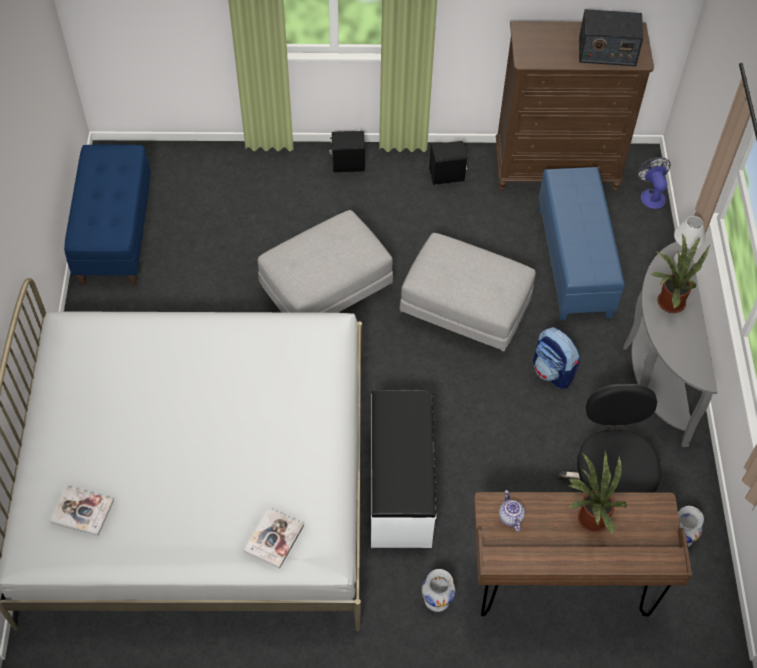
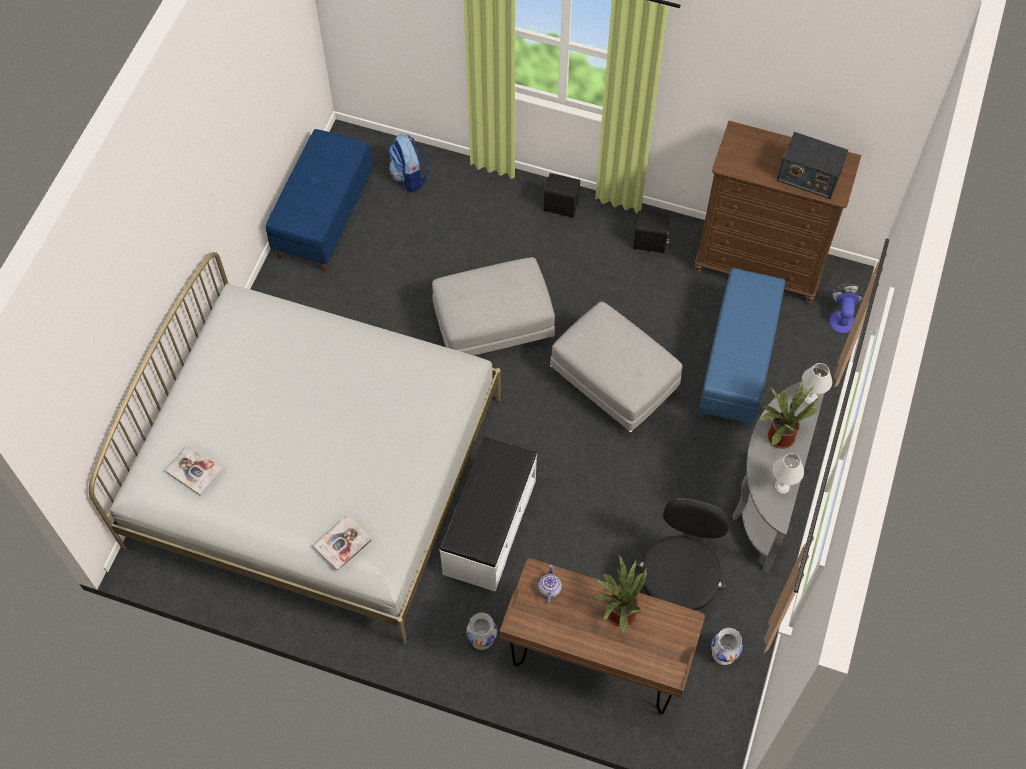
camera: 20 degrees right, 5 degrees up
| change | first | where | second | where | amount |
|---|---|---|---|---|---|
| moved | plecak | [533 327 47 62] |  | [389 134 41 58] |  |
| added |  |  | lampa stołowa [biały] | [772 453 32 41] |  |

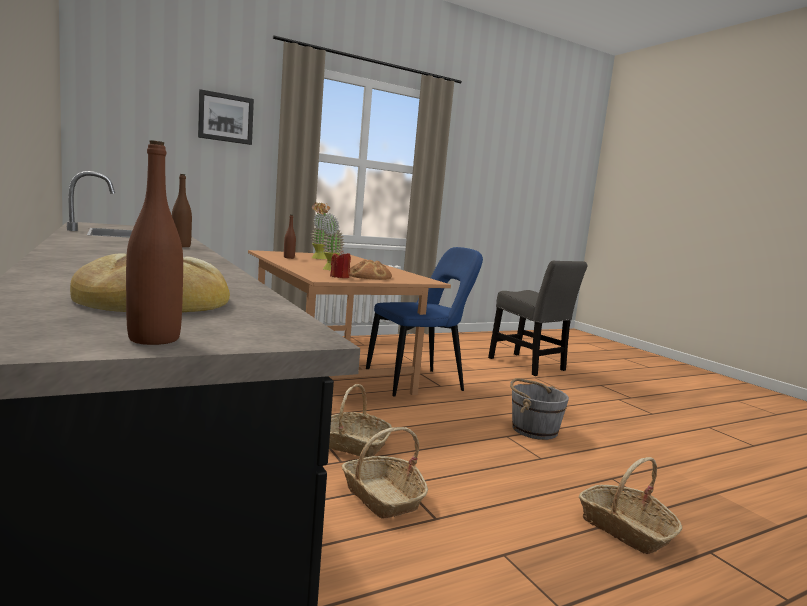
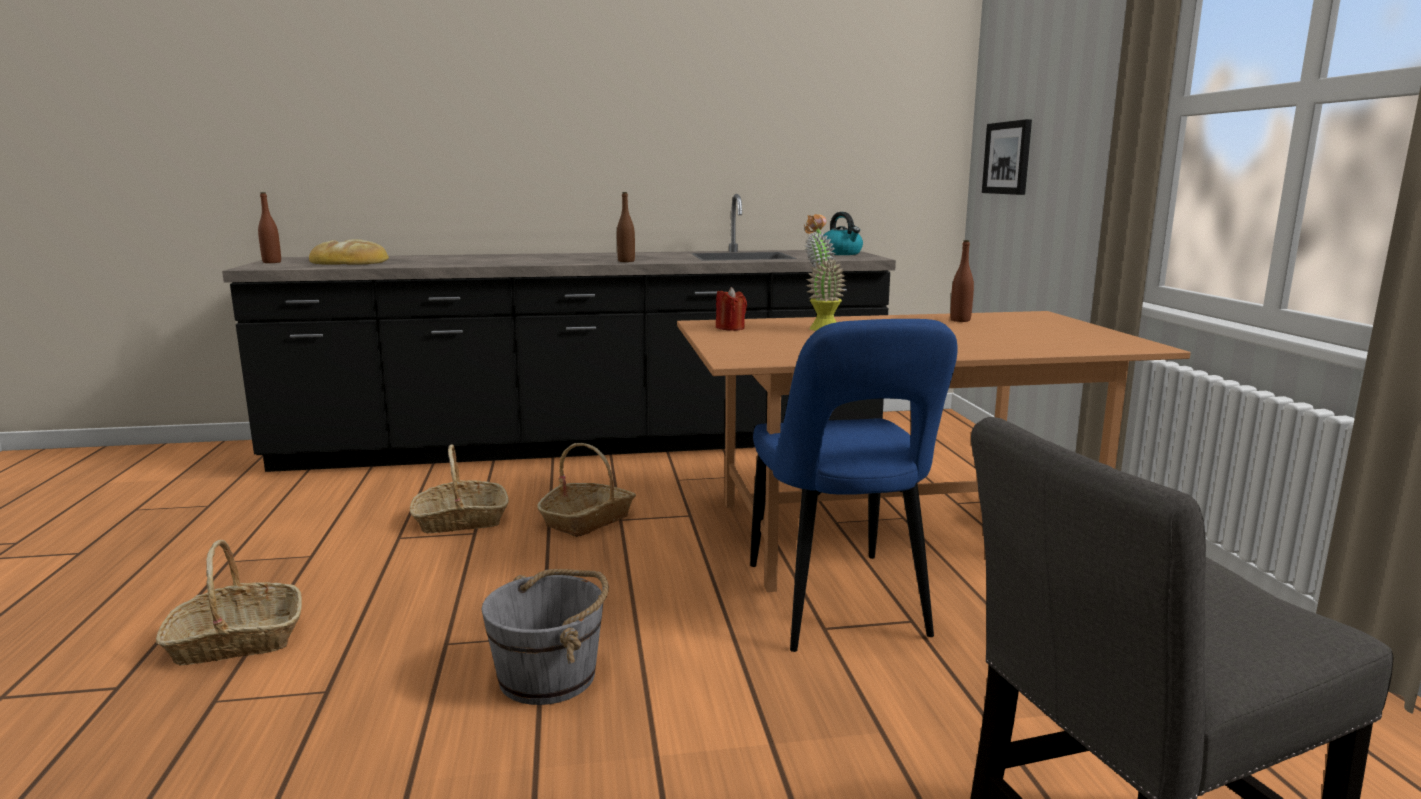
camera: 110 degrees right, 5 degrees up
| change | first | where | second | where | amount |
|---|---|---|---|---|---|
| moved | obraz | [198 89 56 56] |  | [982 119 50 76] |  |
| removed | roślina doniczkowa | [311 202 17 57] |  |  |  |
| removed | chleb | [349 260 43 20] |  |  |  |
| added |  |  | czajnik | [823 212 40 43] |  |

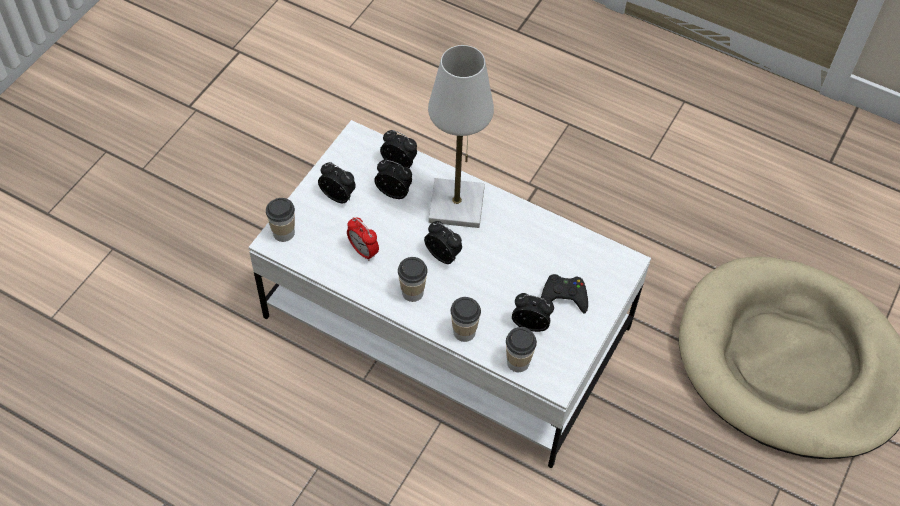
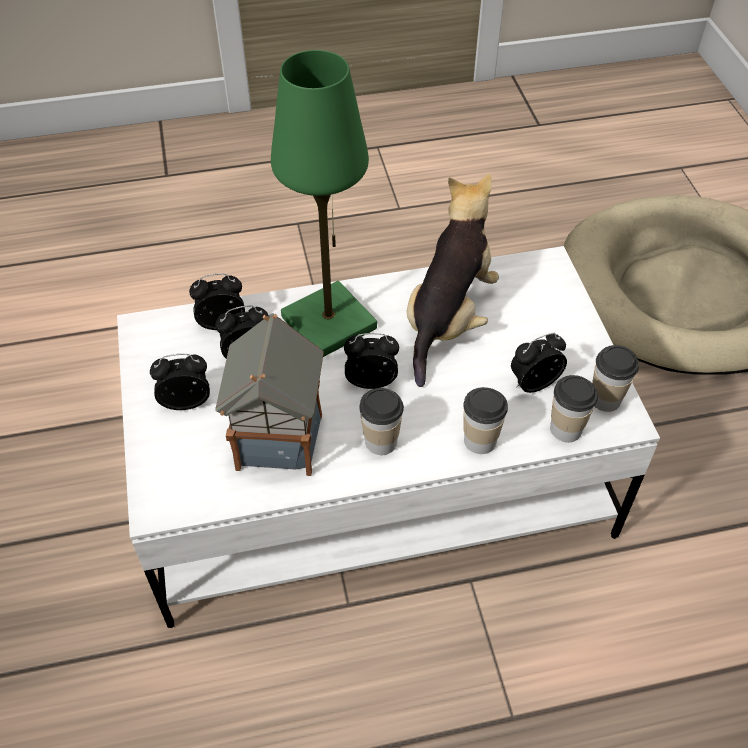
camera: 40 degrees left, 5 degrees down
| change | first | where | second | where | amount |
|---|---|---|---|---|---|
| moved | filiżanka | [266 198 29 44] |  | [592 345 47 67] |  |
| replaced | budzik | [347 218 32 43] | domek | [215 313 109 163] |  |
| recoloured | lampa stołowa [biały] | [428 45 66 183] | lampa stołowa [zielony] | [271 50 106 307] |  |
| removed | pad do gier [czarny] | [541 274 47 40] |  |  |  |
| added |  |  | pluszak | [407 174 92 213] |  |

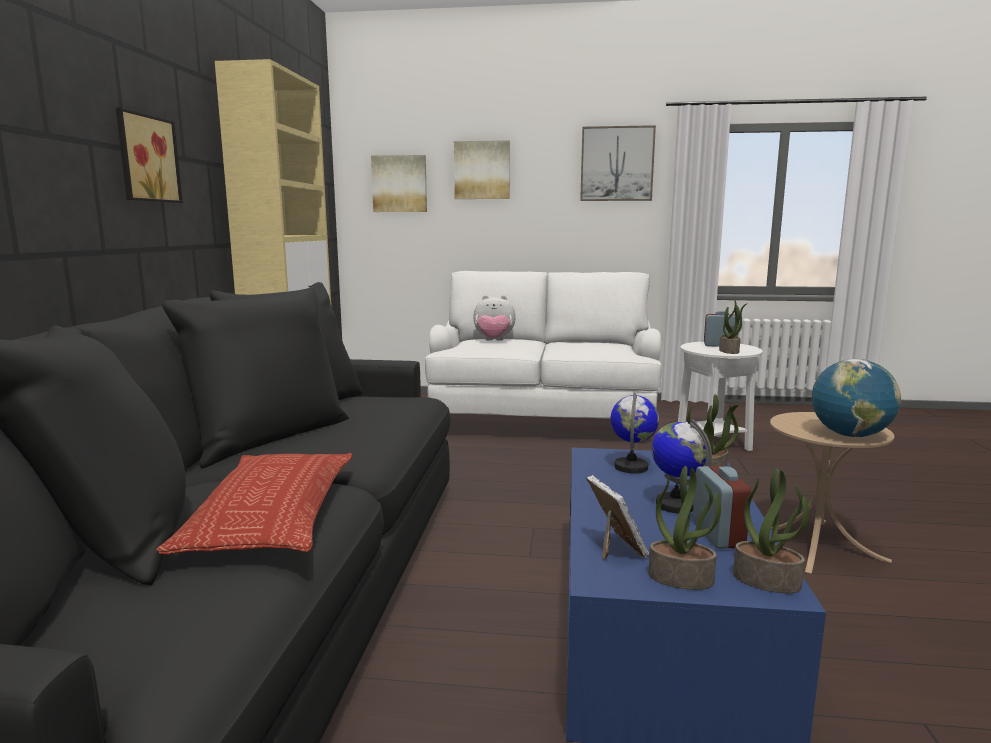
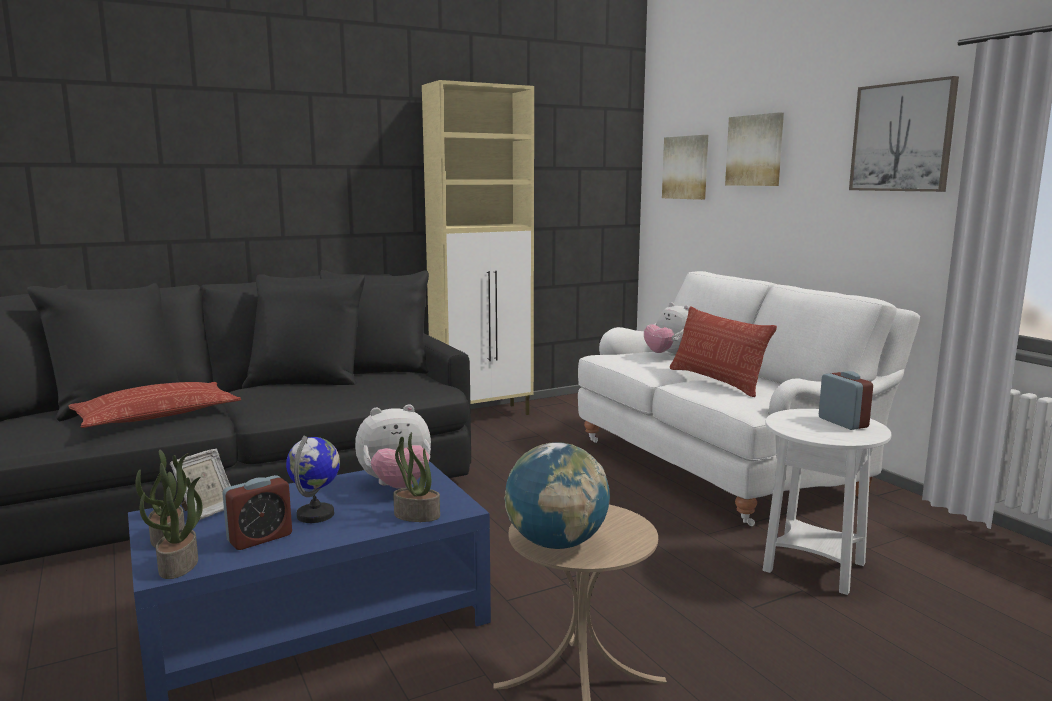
camera: 55 degrees right, 0 degrees up
| change | first | where | second | where | amount |
|---|---|---|---|---|---|
| removed | obraz | [116 107 67 96] |  |  |  |
| replaced | globus | [611 393 48 81] | pluszak | [355 404 76 85] |  |
| removed | roślina doniczkowa | [719 299 28 55] |  |  |  |
| added |  |  | poduszka | [670 306 107 91] |  |

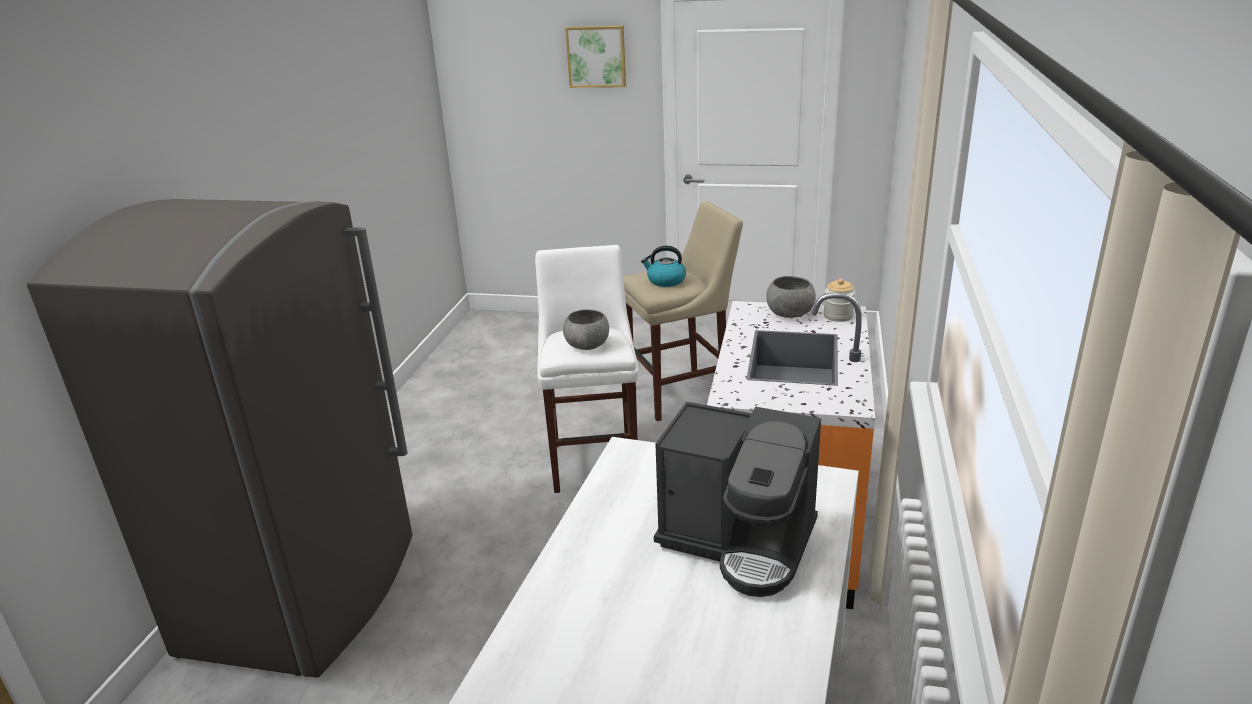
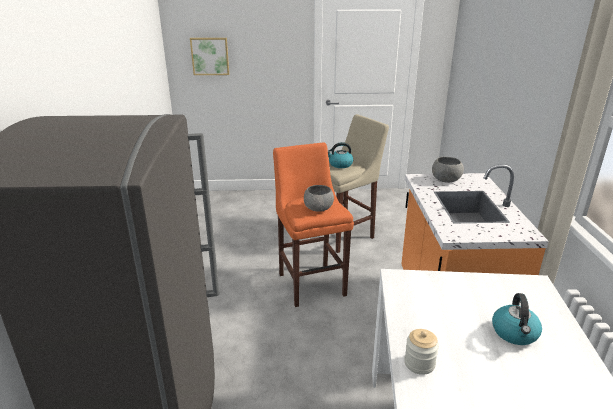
camera: 15 degrees left, 0 degrees up
| change | first | where | second | where | amount |
|---|---|---|---|---|---|
| recoloured | stołek [biały] | [535 245 104 248] | stołek [pomarańczowy] | [273 142 81 165] |  |
| moved | obraz | [565 26 61 62] |  | [190 38 39 37] |  |
| replaced | ekspres do kawy | [654 402 167 195] | czajnik | [492 293 50 52] |  |
| moved | słoik | [824 279 32 43] |  | [404 329 35 46] |  |

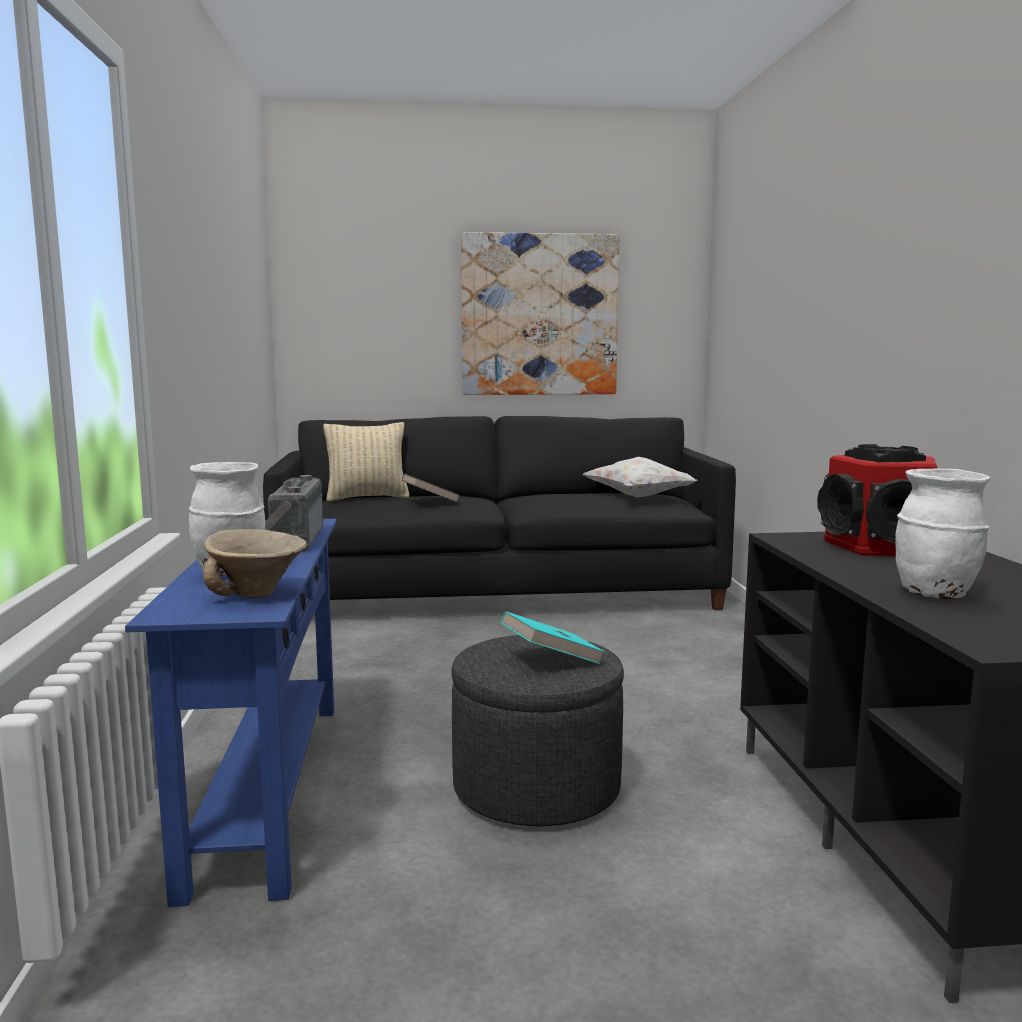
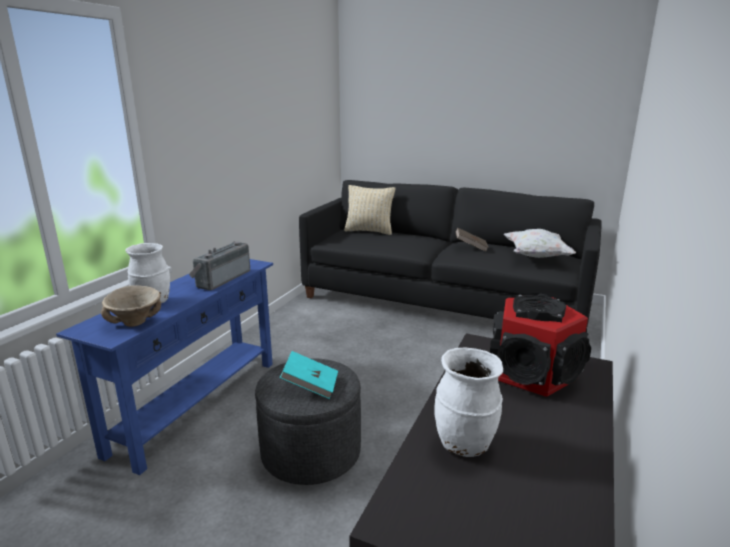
camera: 30 degrees right, 10 degrees up
| change | first | where | second | where | amount |
|---|---|---|---|---|---|
| moved | książka [brązowy] | [402 473 58 29] |  | [456 228 33 24] |  |
| removed | obraz | [461 232 159 163] |  |  |  |

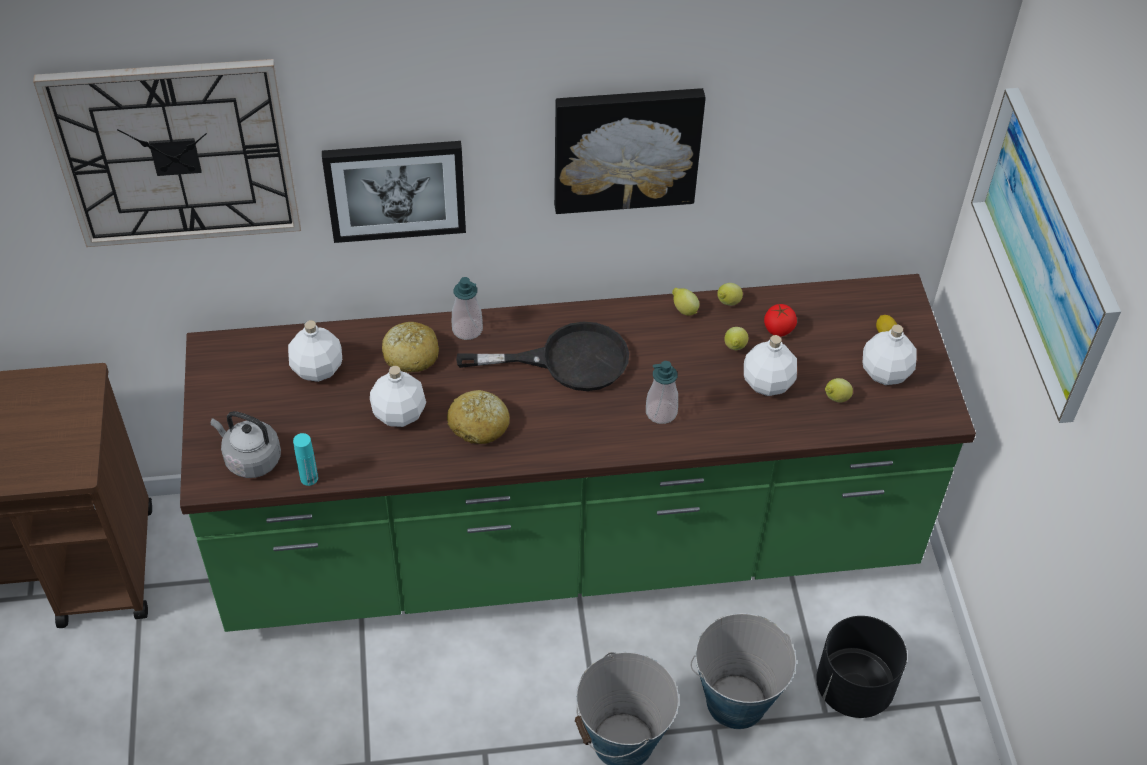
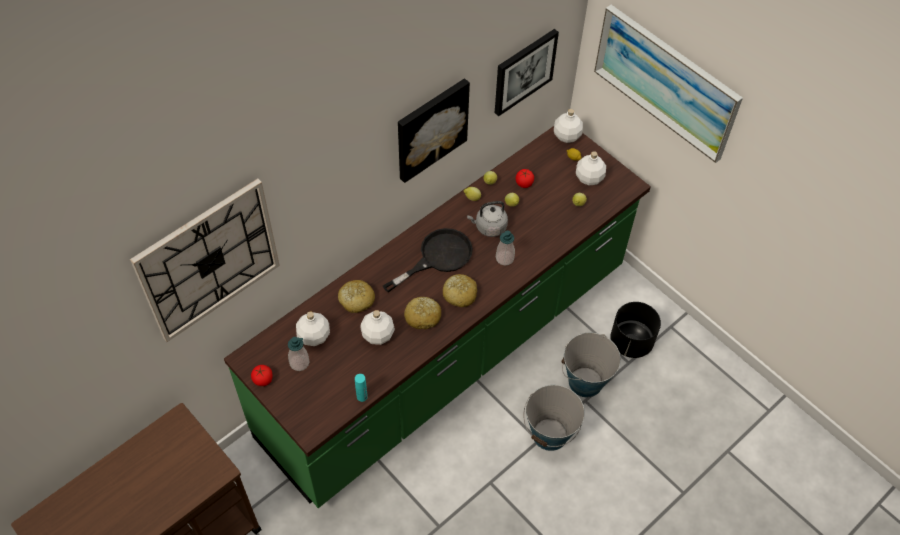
camera: 35 degrees left, 5 degrees up
| change | first | where | second | where | amount |
|---|---|---|---|---|---|
| moved | czajnik [szary] | [211 411 70 67] |  | [467 201 41 36] |  |
| moved | obraz | [322 141 144 102] |  | [495 29 64 87] |  |
| moved | dozownik mydła | [452 277 31 63] |  | [288 337 22 34] |  |
| moved | butelka [biały] | [744 335 53 61] |  | [554 109 29 34] |  |
| added |  |  | pomidor | [251 365 22 21] |  |
| added |  |  | chleb | [443 274 34 33] |  |

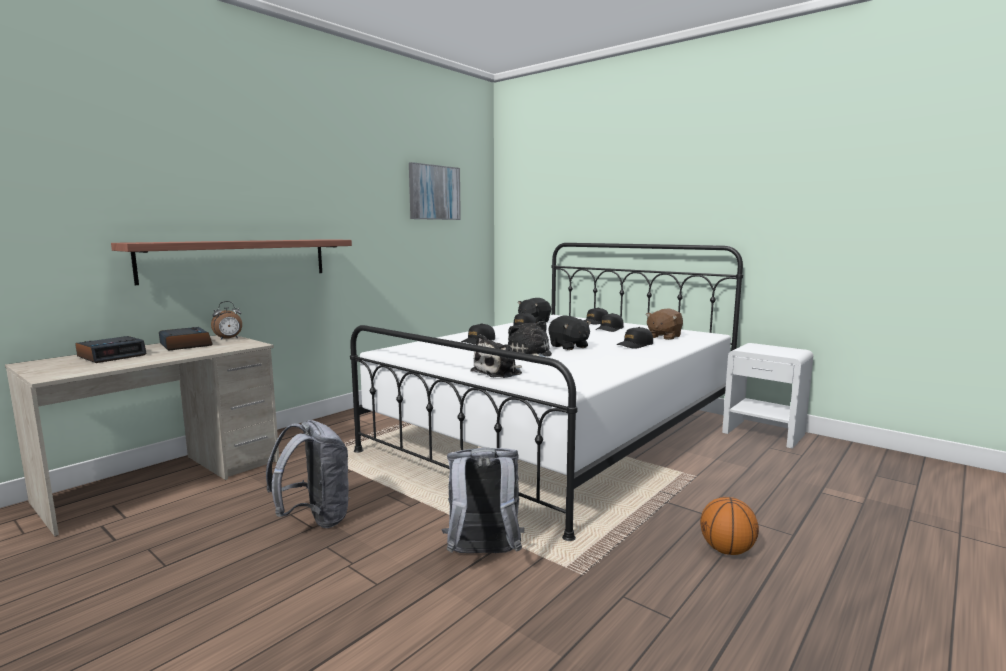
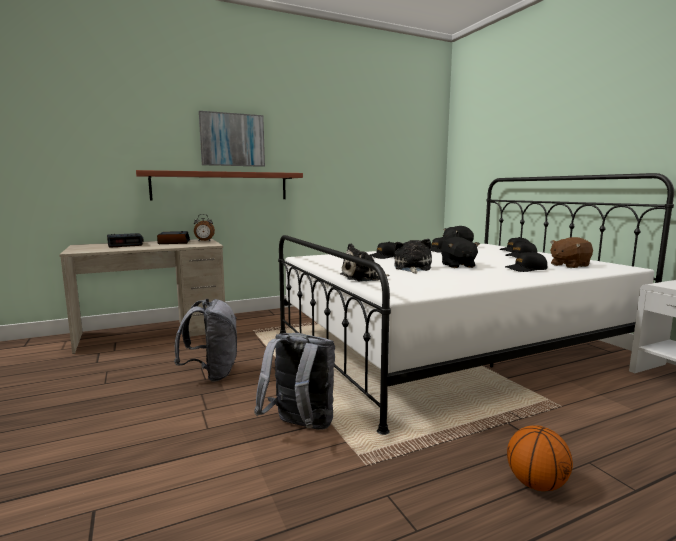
camera: 25 degrees right, 0 degrees up
| change | first | where | second | where | amount |
|---|---|---|---|---|---|
| moved | obraz | [409 162 52 58] |  | [199 111 66 56] |  |

